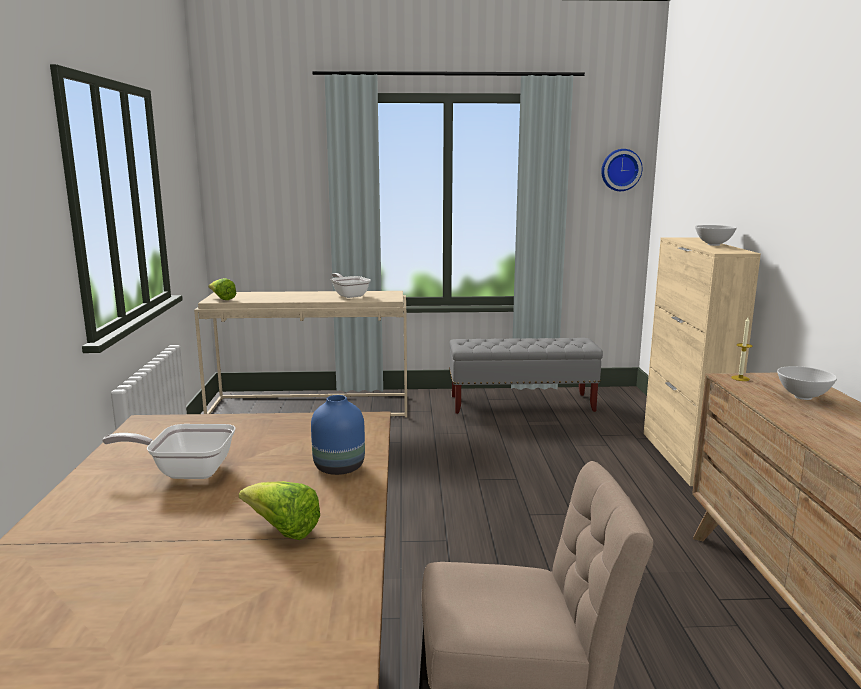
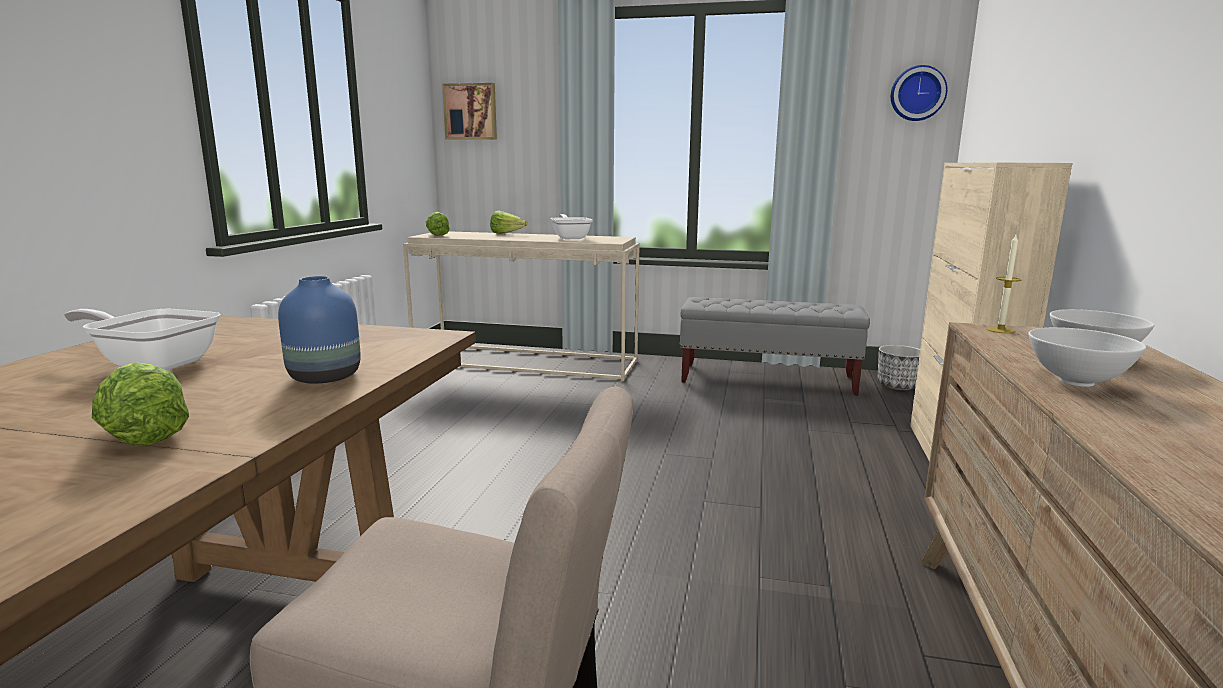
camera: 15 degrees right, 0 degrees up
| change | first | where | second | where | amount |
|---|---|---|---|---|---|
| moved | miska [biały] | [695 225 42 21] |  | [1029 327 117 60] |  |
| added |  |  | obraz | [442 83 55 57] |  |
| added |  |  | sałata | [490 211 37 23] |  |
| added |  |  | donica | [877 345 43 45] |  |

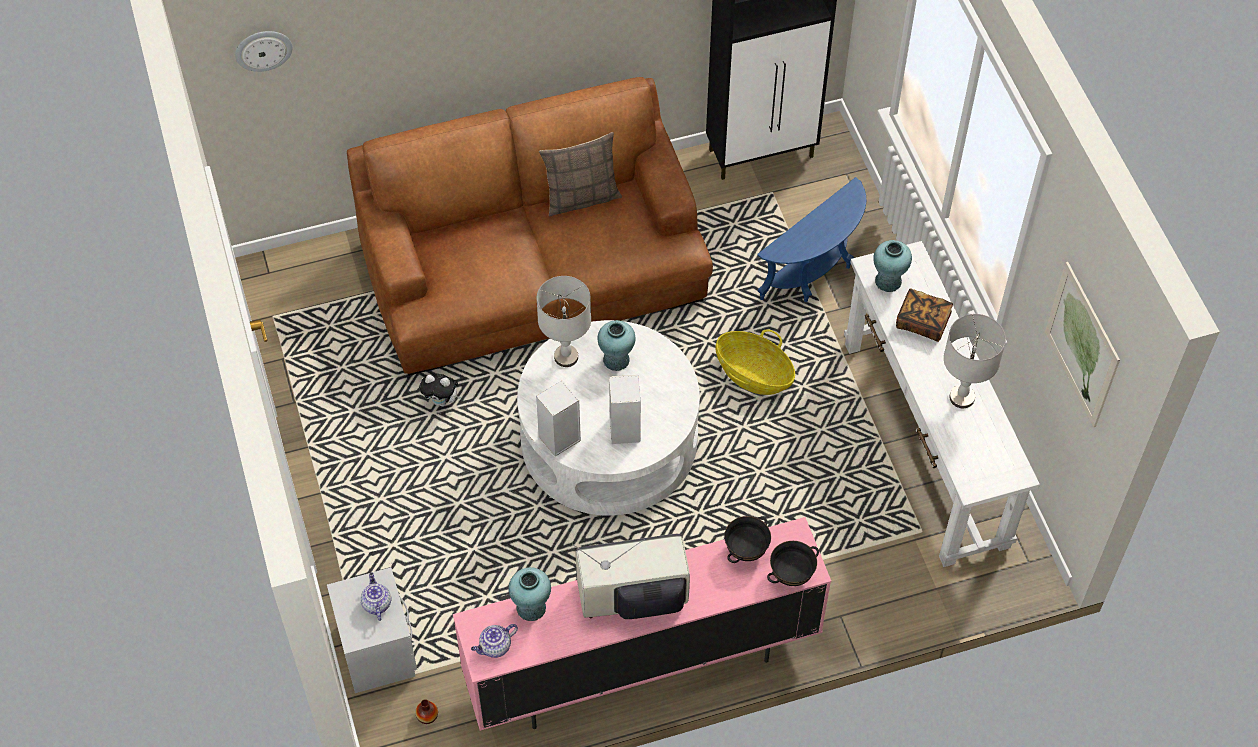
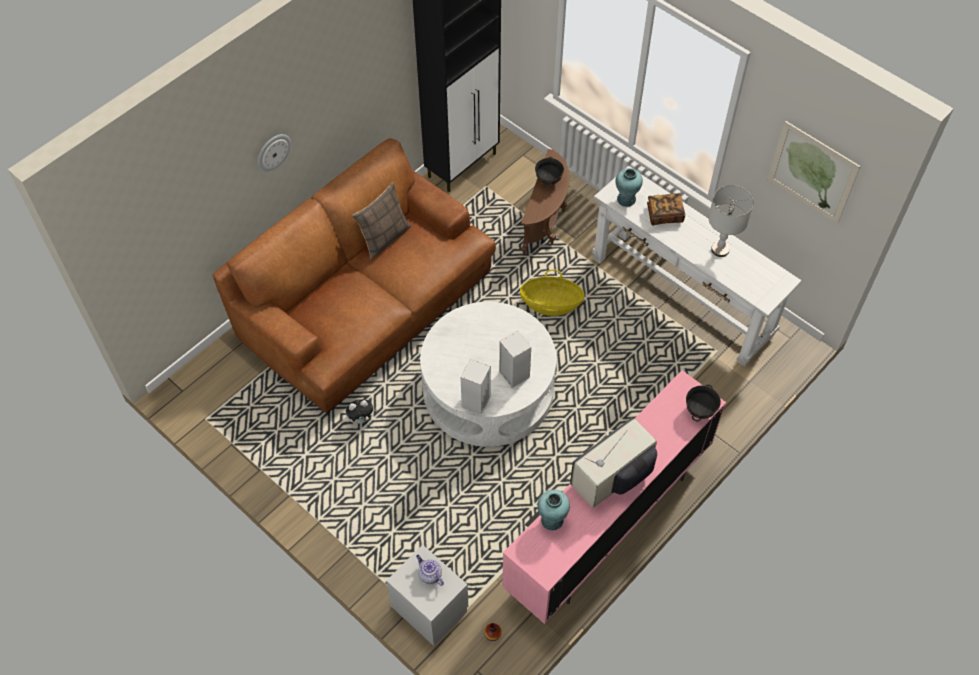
camera: 30 degrees left, 0 degrees up
| change | first | where | second | where | amount |
|---|---|---|---|---|---|
| moved | zegar ścienny | [235 31 58 41] |  | [258 134 33 38] |  |
| removed | imbryk | [471 624 47 34] |  |  |  |
| removed | lampa stołowa [szary] | [537 276 54 91] |  |  |  |
| removed | wazon [turkusowy] | [598 320 37 51] |  |  |  |
| moved | miska [czarny] | [724 516 47 47] |  | [535 157 29 29] |  |
| recoloured | stolik [niebieski] | [757 177 109 125] | stolik [brązowy] | [521 149 49 107] |  |

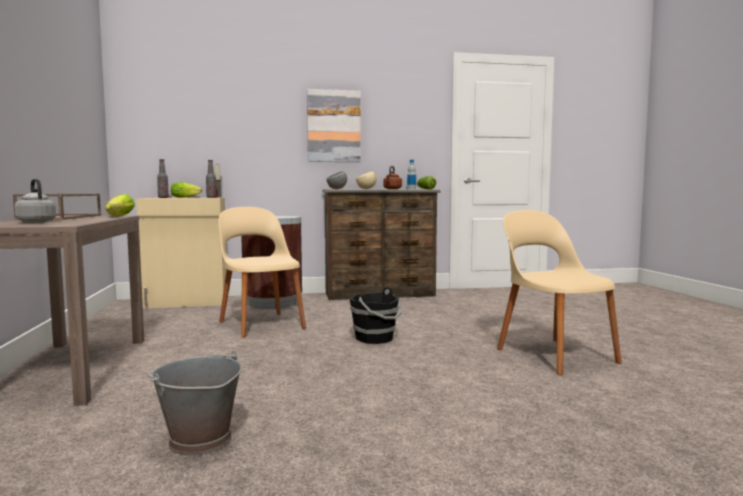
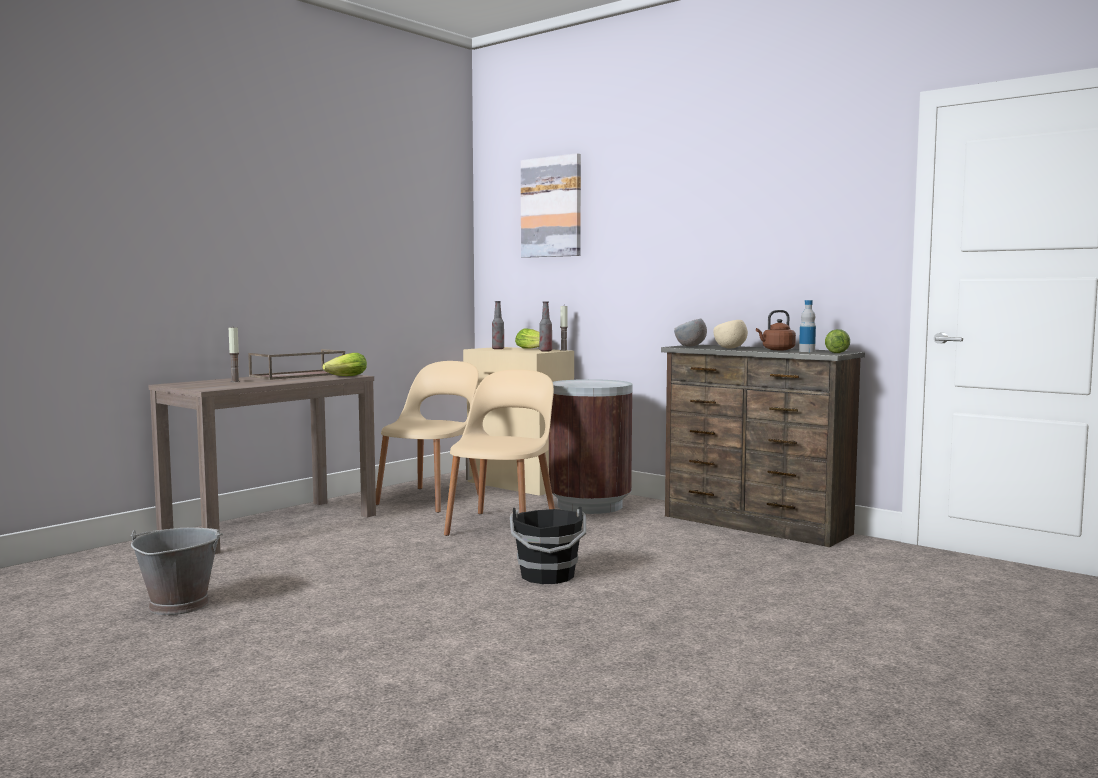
camera: 50 degrees right, 0 degrees up
| change | first | where | second | where | amount |
|---|---|---|---|---|---|
| replaced | czajnik [szary] | [15 179 41 44] | świeca | [229 327 11 55] |  |
| moved | obraz | [307 89 54 73] |  | [521 153 60 105] |  |
| moved | krzesło [beżowy] | [497 210 125 166] |  | [376 361 103 152] |  |

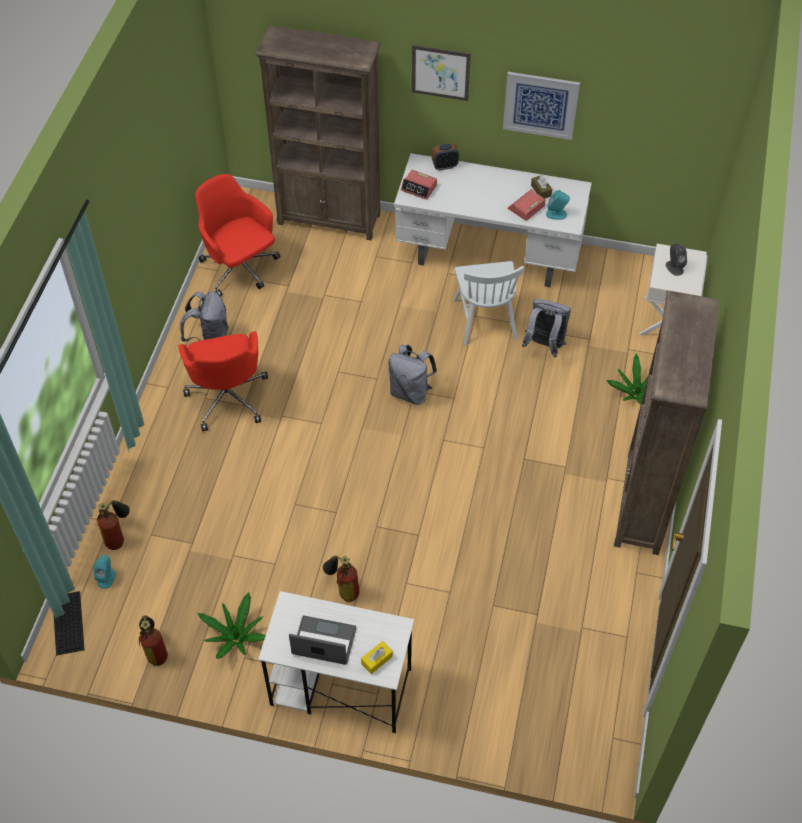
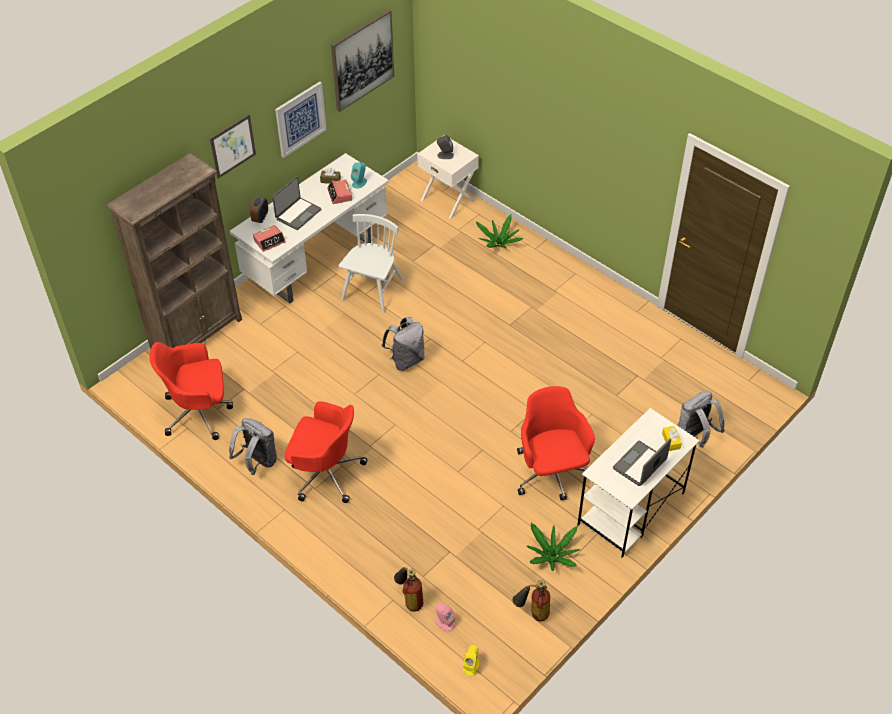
camera: 60 degrees left, 5 degrees down
| change | first | where | second | where | amount |
|---|---|---|---|---|---|
| replaced | klawiatura | [54 591 31 65] | głośnik [żółty] | [463 645 17 31] |  |
| recoloured | głośnik [turkusowy] | [94 555 22 34] | głośnik [różowy] | [435 603 21 29] |  |
| replaced | gaśnica | [323 556 36 46] | krzesło biurowe [czerwony] | [517 386 78 115] |  |
| turned | krzesło [biały] | [453 261 71 84] |  | [339 214 64 98] | 90 degrees counterclockwise |
| moved | plecak [szary] | [522 299 49 58] |  | [677 391 48 57] |  |
| removed | regał [brązowy] | [614 291 106 264] |  |  |  |
| added |  |  | laptop | [272 176 50 54] |  |
| added |  |  | obraz | [331 9 63 103] |  |

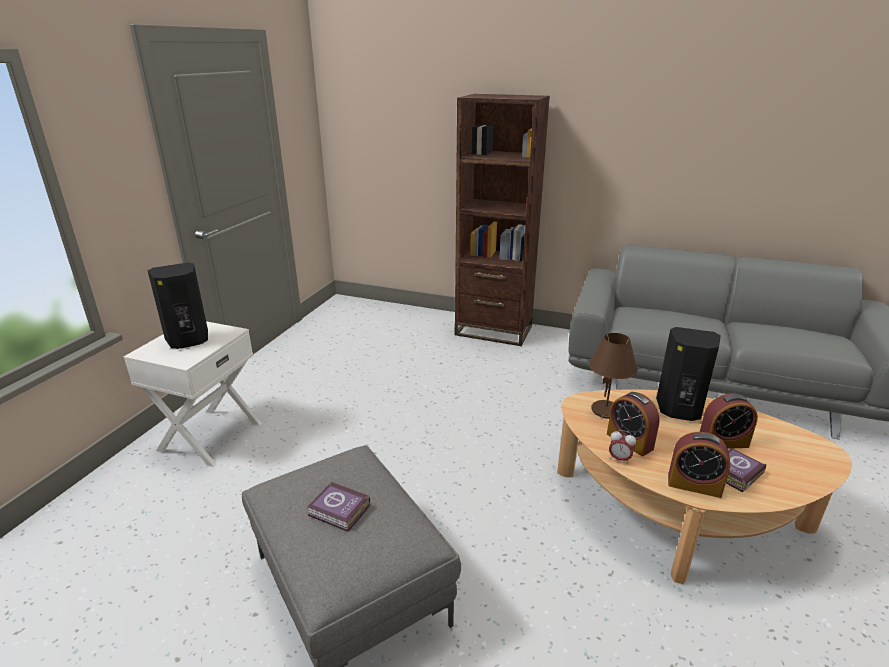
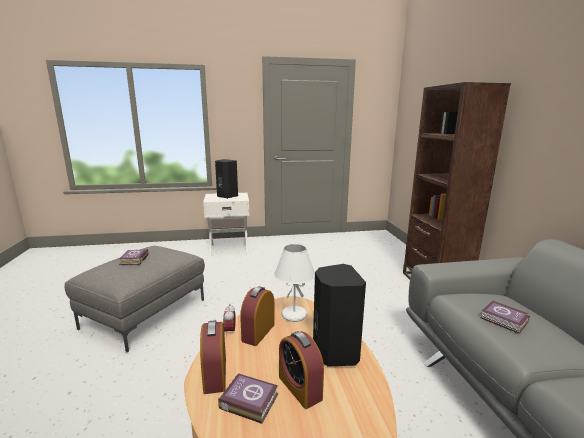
camera: 60 degrees right, 10 degrees down
| change | first | where | second | where | amount |
|---|---|---|---|---|---|
| recoloured | lampa stołowa [brązowy] | [589 333 49 86] | lampa stołowa [biały] | [274 244 41 78] |  |
| added |  |  | książka | [480 300 50 34] |  |

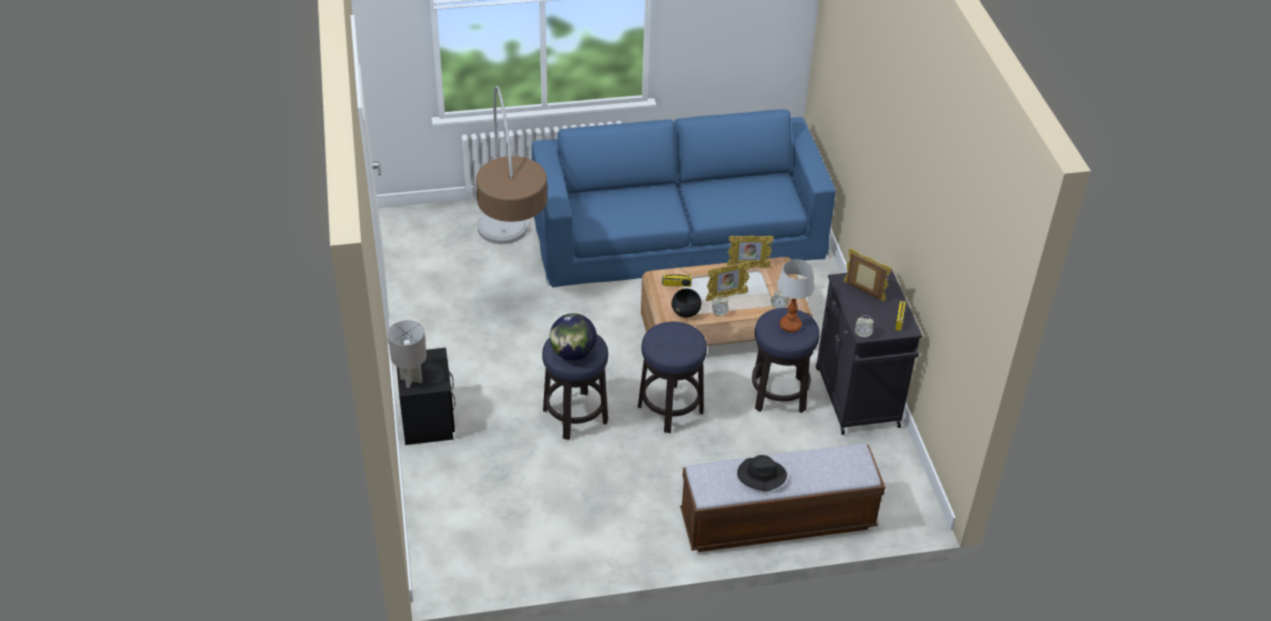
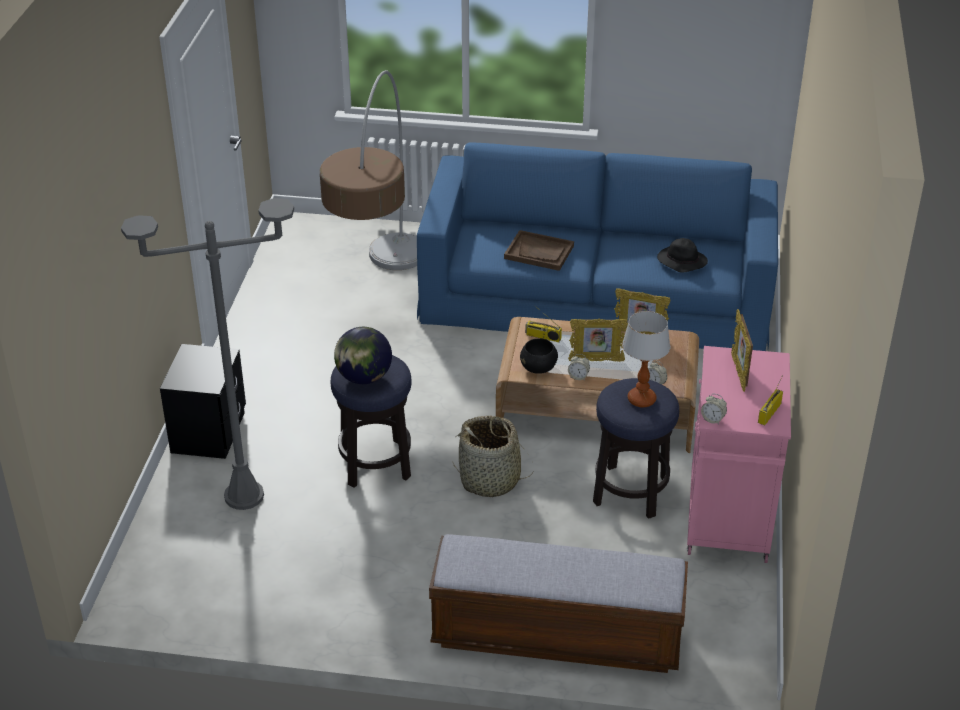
camera: 20 degrees right, 5 degrees down
| change | first | where | second | where | amount |
|---|---|---|---|---|---|
| removed | lampa stołowa [szary] | [388 320 39 68] |  |  |  |
| replaced | stołek | [638 322 69 111] | koszyk | [453 416 81 81] |  |
| moved | kapelusz [czarny] | [737 455 50 36] |  | [657 238 51 35] |  |
| recoloured | szafka [czarny] | [816 269 106 166] | szafka [różowy] | [687 346 104 217] |  |
| turned | ramka na zdjęcie | [844 249 47 53] |  | [731 309 22 83] | 150 degrees counterclockwise |
| added |  |  | lampa stojąca [szary] | [121 198 173 312] |  |
| added |  |  | taca [brązowy] | [504 230 70 41] |  |

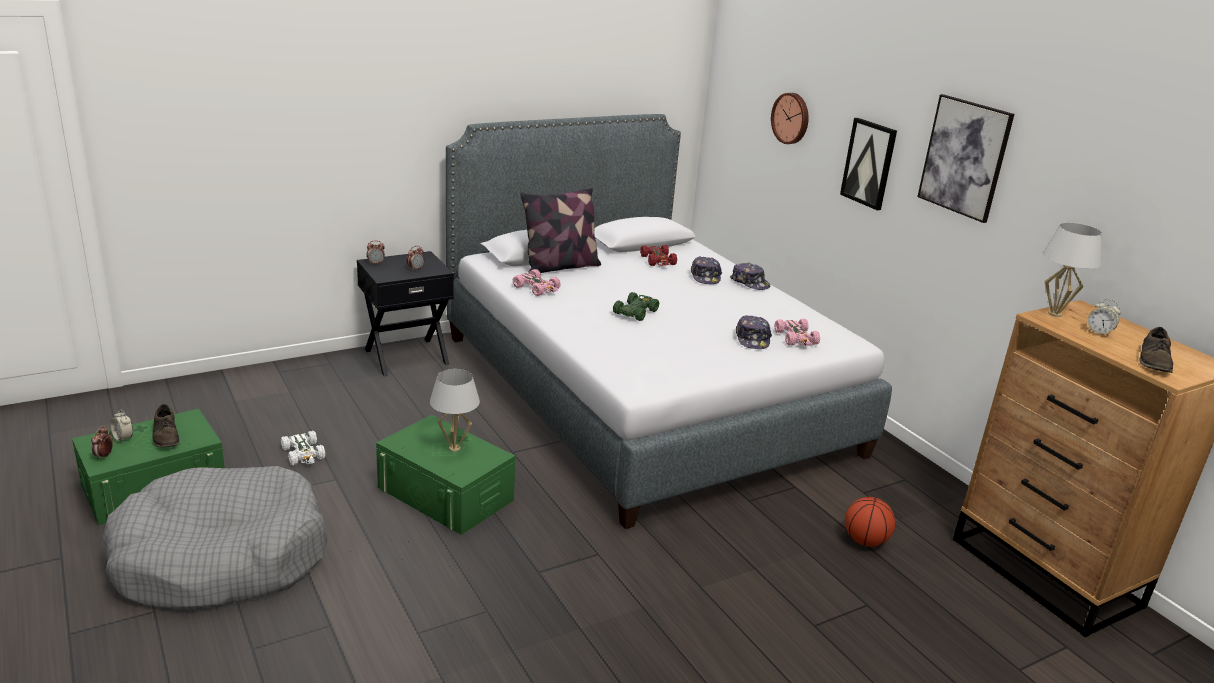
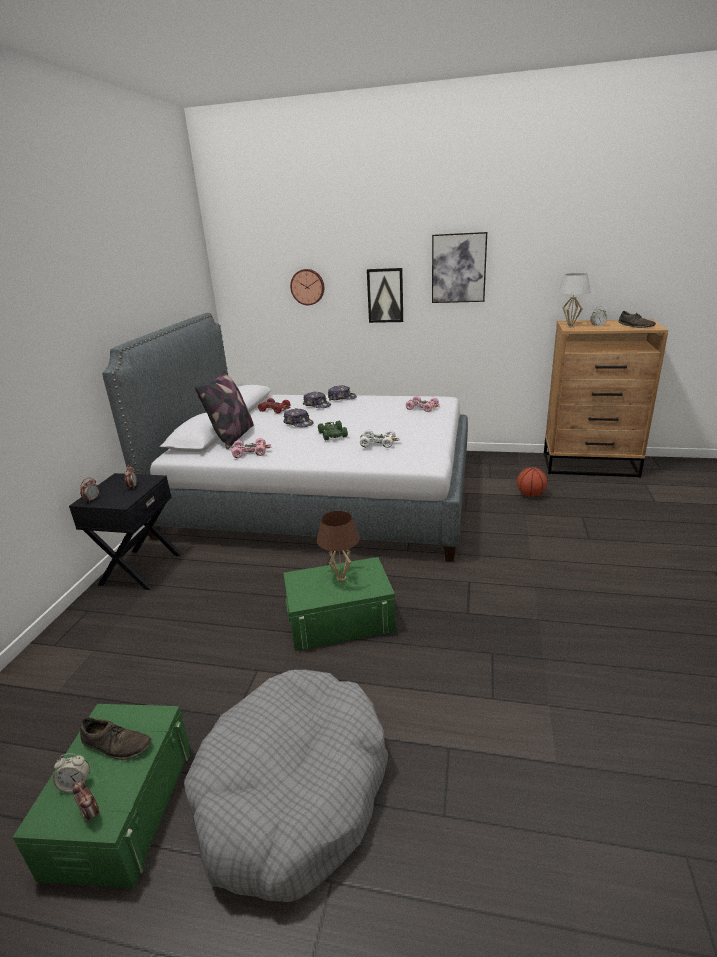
camera: 45 degrees left, 0 degrees up
| change | first | where | second | where | amount |
|---|---|---|---|---|---|
| moved | samochodzik [biały] | [281 431 44 34] |  | [359 429 41 19] |  |
| recoloured | lampa stołowa [biały] | [430 369 50 83] | lampa stołowa [brązowy] | [317 511 43 71] |  |
| moved | czapka z daszkiem | [736 315 36 34] |  | [283 408 31 19] |  |

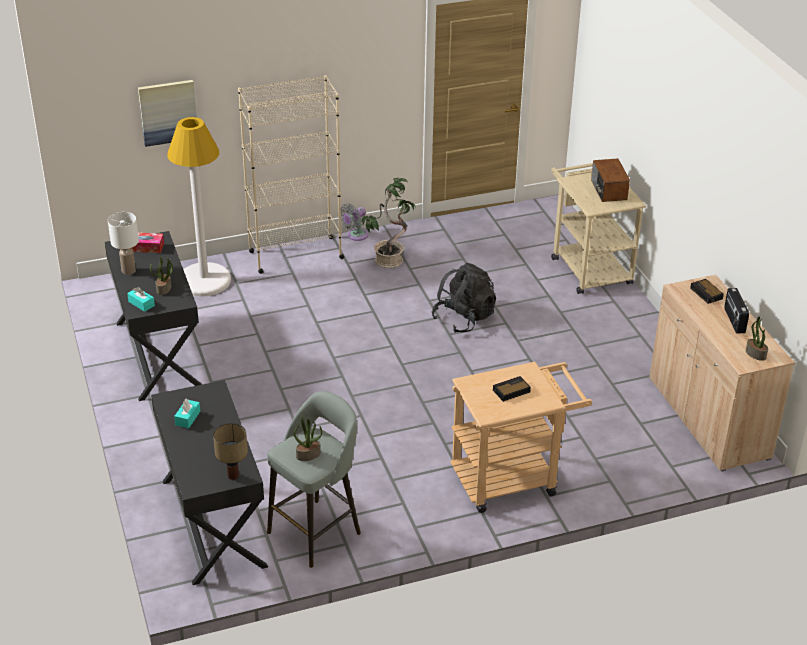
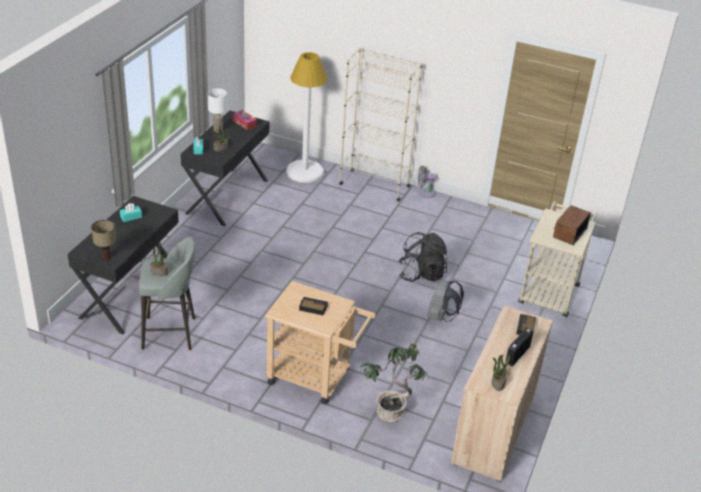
camera: 40 degrees right, 0 degrees up
| change | first | where | second | where | amount |
|---|---|---|---|---|---|
| removed | obraz | [138 80 59 67] |  |  |  |
| moved | roślina doniczkowa | [361 178 55 90] |  | [361 344 67 78] |  |
| added |  |  | plecak [szary] | [427 280 37 42] |  |

